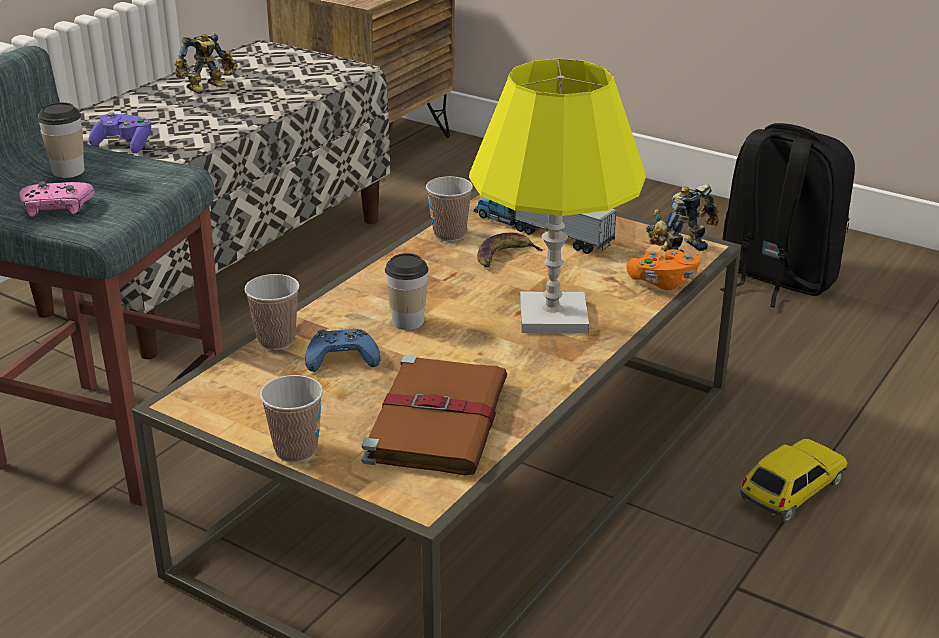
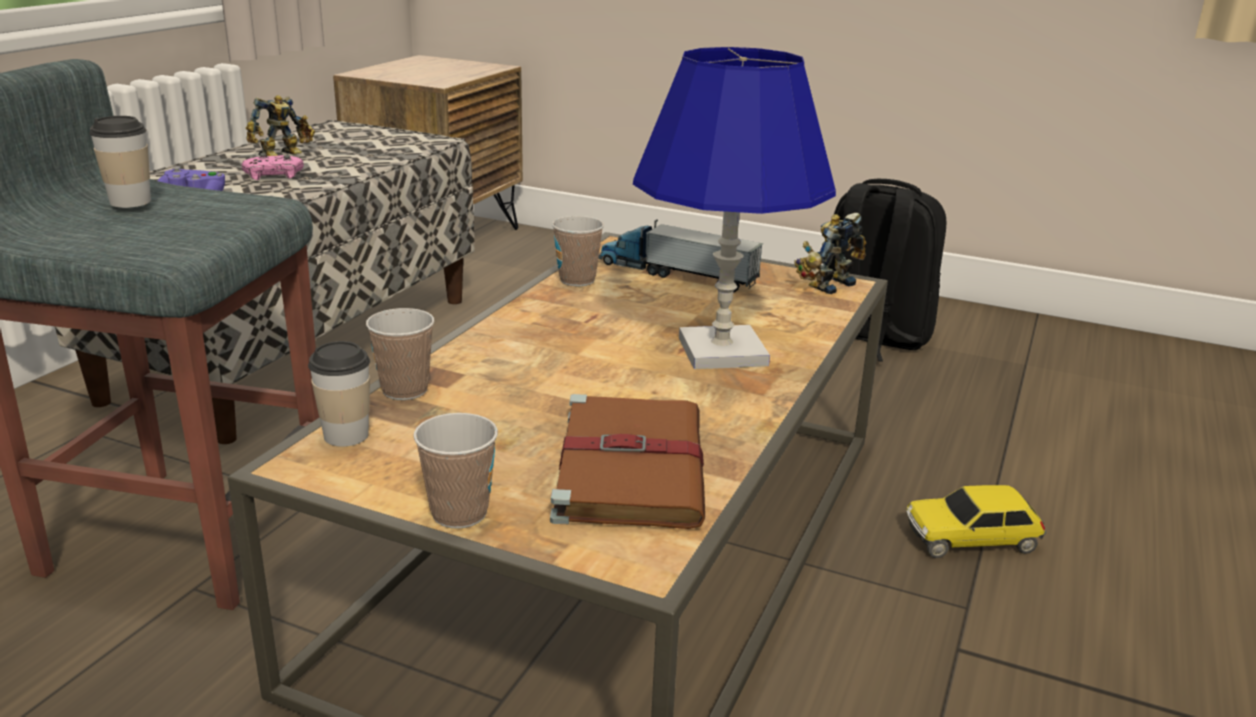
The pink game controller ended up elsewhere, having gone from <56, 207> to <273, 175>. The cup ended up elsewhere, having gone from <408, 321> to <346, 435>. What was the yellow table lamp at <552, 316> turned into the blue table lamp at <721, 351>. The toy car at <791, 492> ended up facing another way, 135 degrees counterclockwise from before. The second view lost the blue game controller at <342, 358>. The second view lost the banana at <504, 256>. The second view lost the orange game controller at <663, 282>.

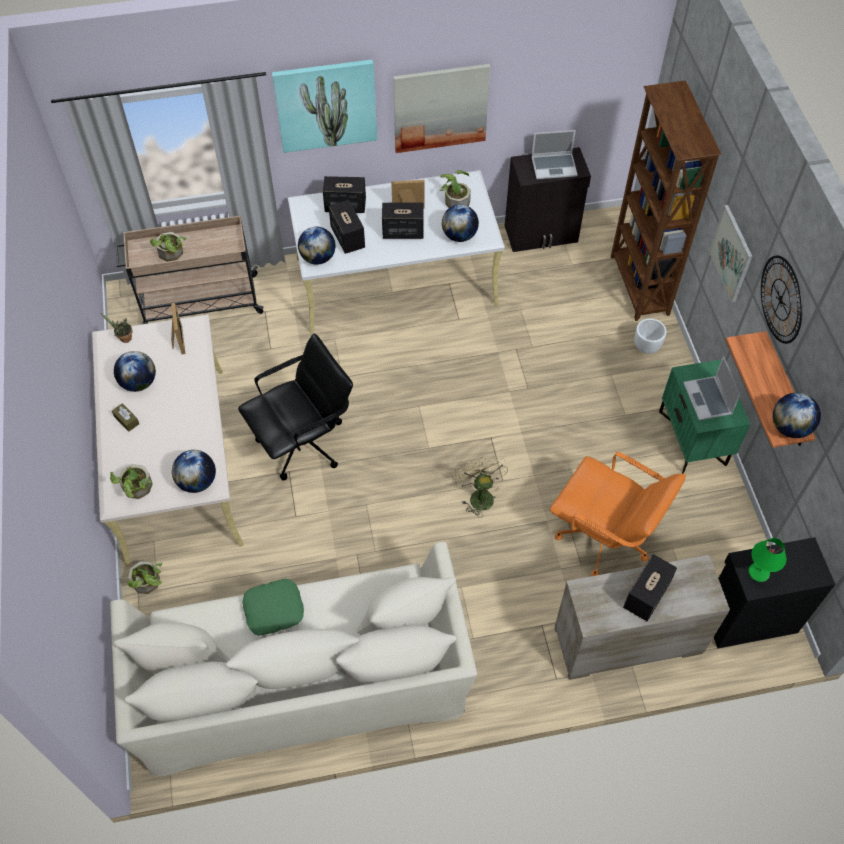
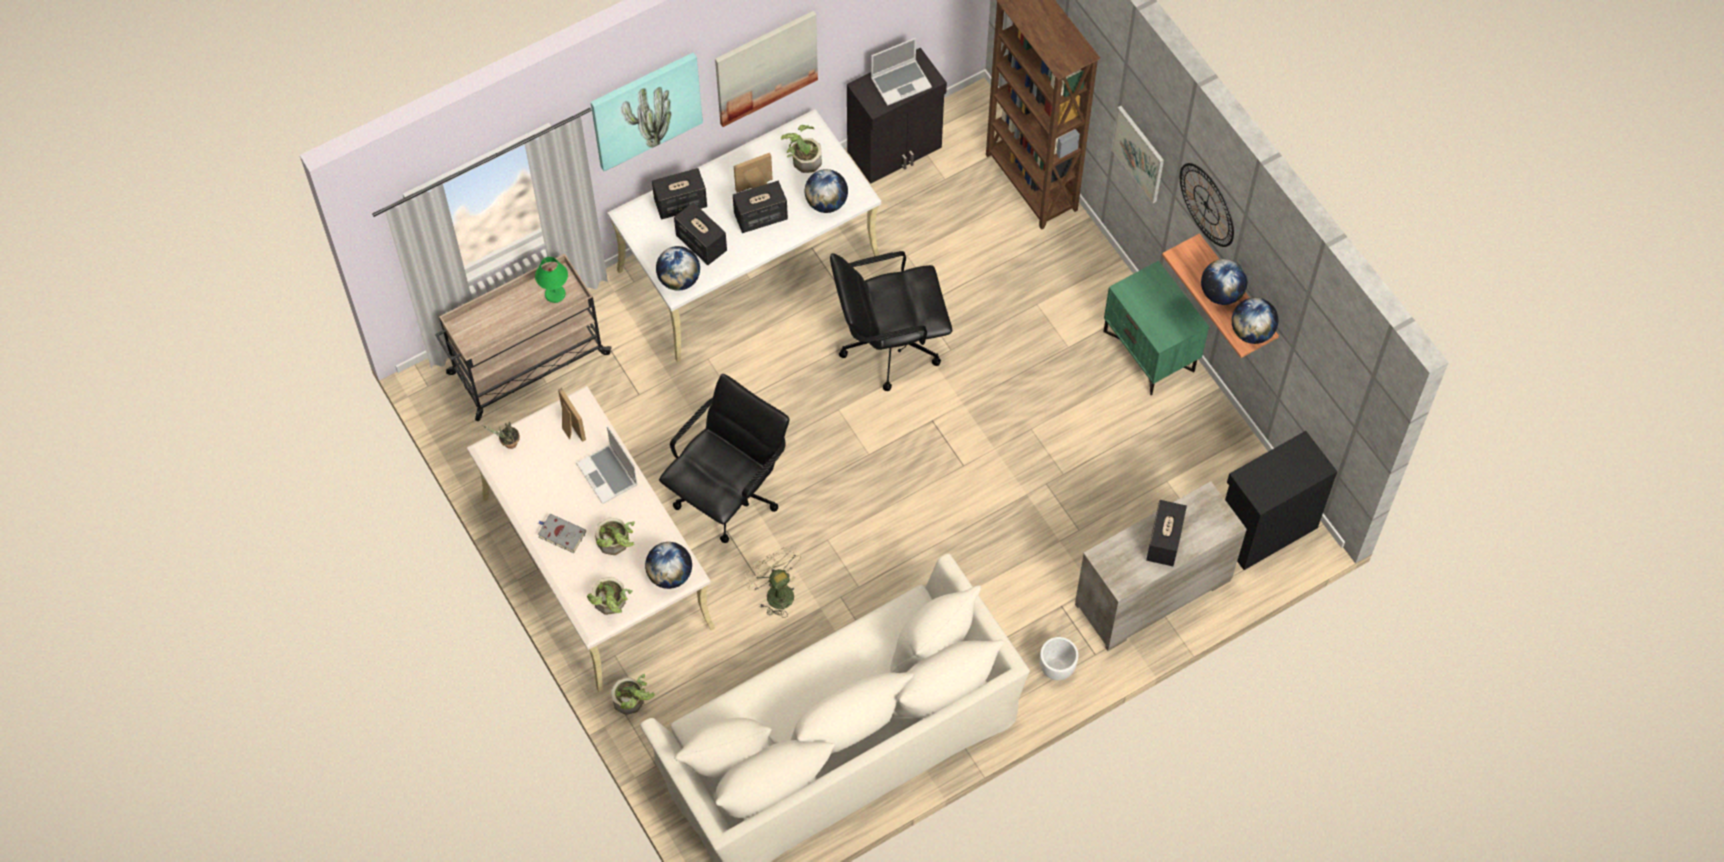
The green table lamp ended up elsewhere, having gone from <758, 573> to <555, 295>. Where the brown tissue box stood at <126, 420>, the grey book came to stand at <560, 534>. The laptop ended up elsewhere, having gone from <708, 399> to <608, 475>. The potted plant ended up elsewhere, having gone from <171, 254> to <615, 544>. The beige fan ended up elsewhere, having gone from <479, 495> to <775, 592>. The second view gained the black office chair at <889, 345>. The white planter ended up elsewhere, having gone from <646, 347> to <1057, 668>. The globe ended up elsewhere, having gone from <139, 382> to <1221, 293>. The second view lost the green pillow at <274, 610>. The second view lost the orange office chair at <604, 538>.

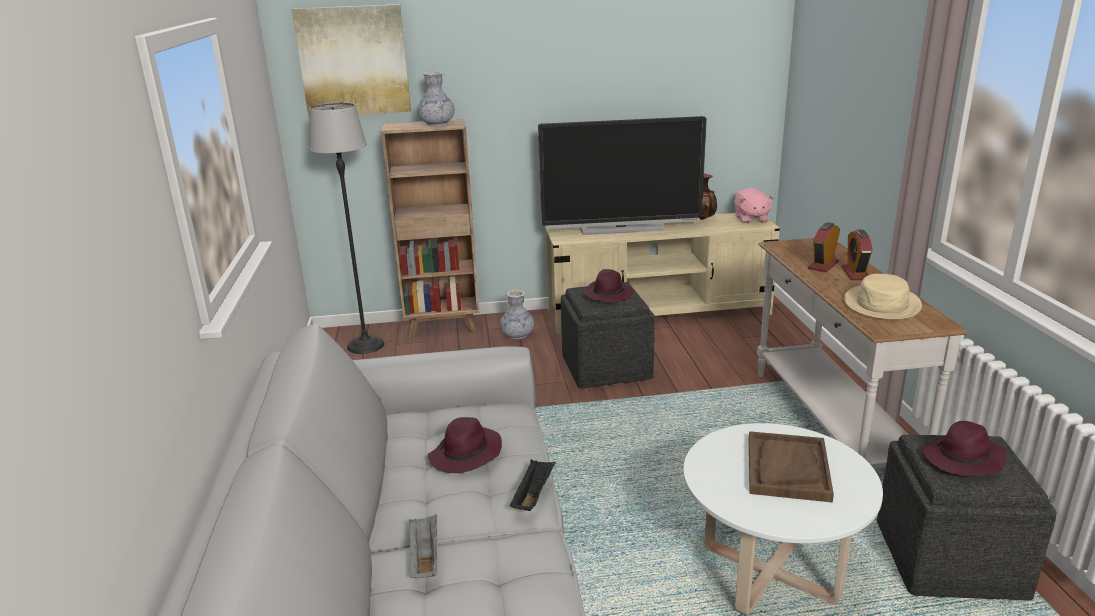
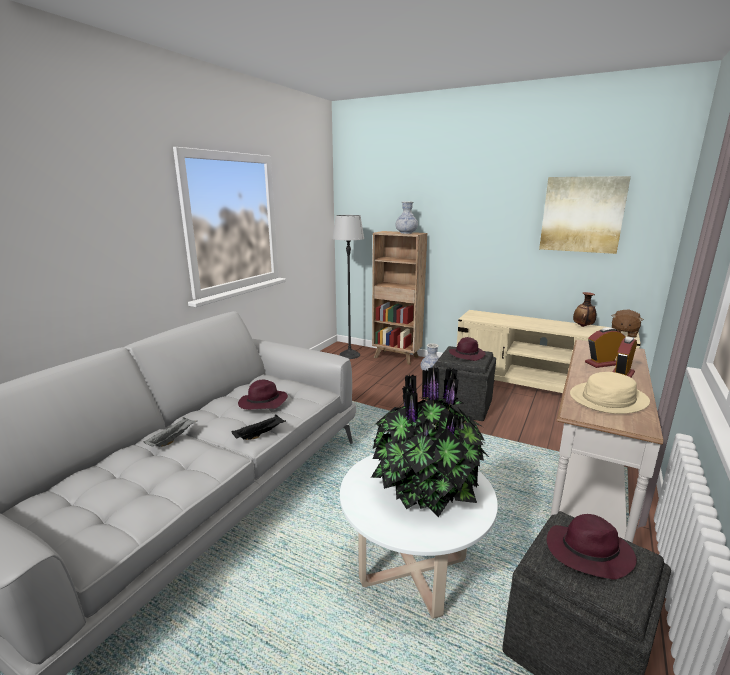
Where the brown tray stood at <787, 468>, the potted plant came to stand at <427, 489>. The picture ended up elsewhere, having gone from <353, 61> to <582, 214>. What was the pink plush toy at <751, 219> turned into the brown plush toy at <623, 333>. The second view lost the television at <621, 228>.

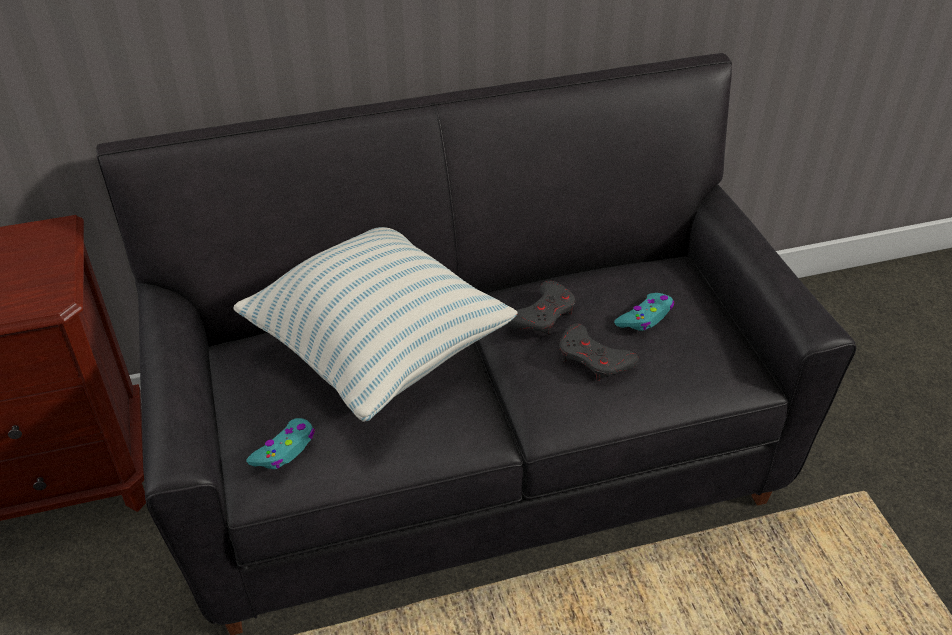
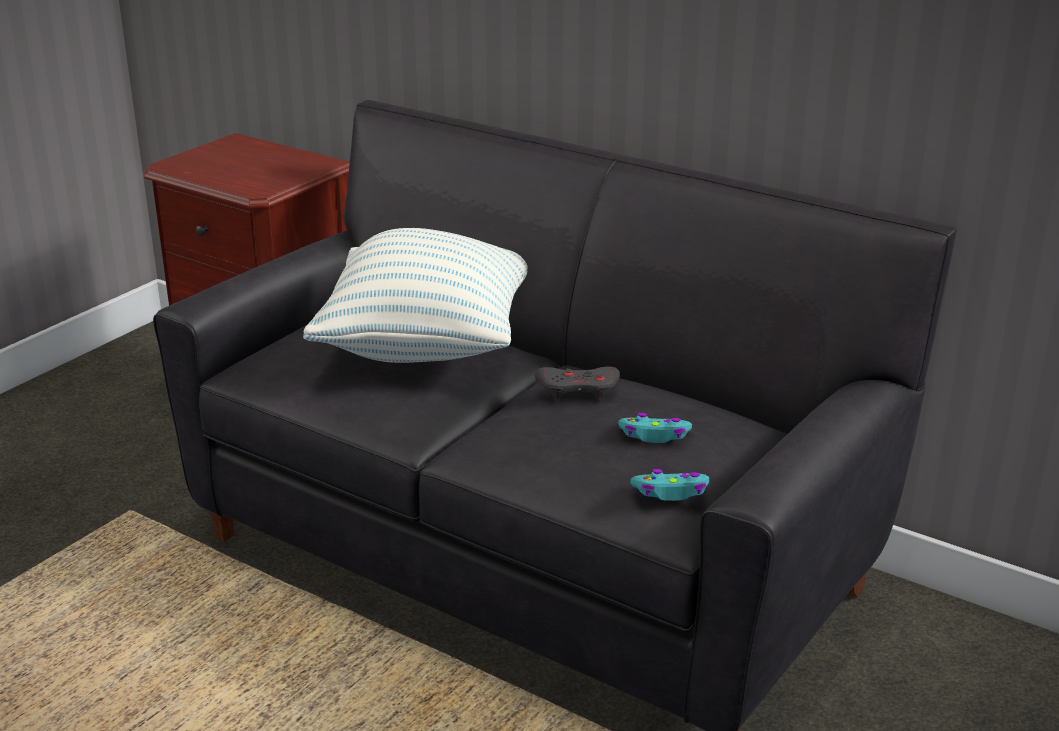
The turquoise game controller ended up elsewhere, having gone from <285, 450> to <671, 492>. The second view lost the grey game controller at <594, 358>.

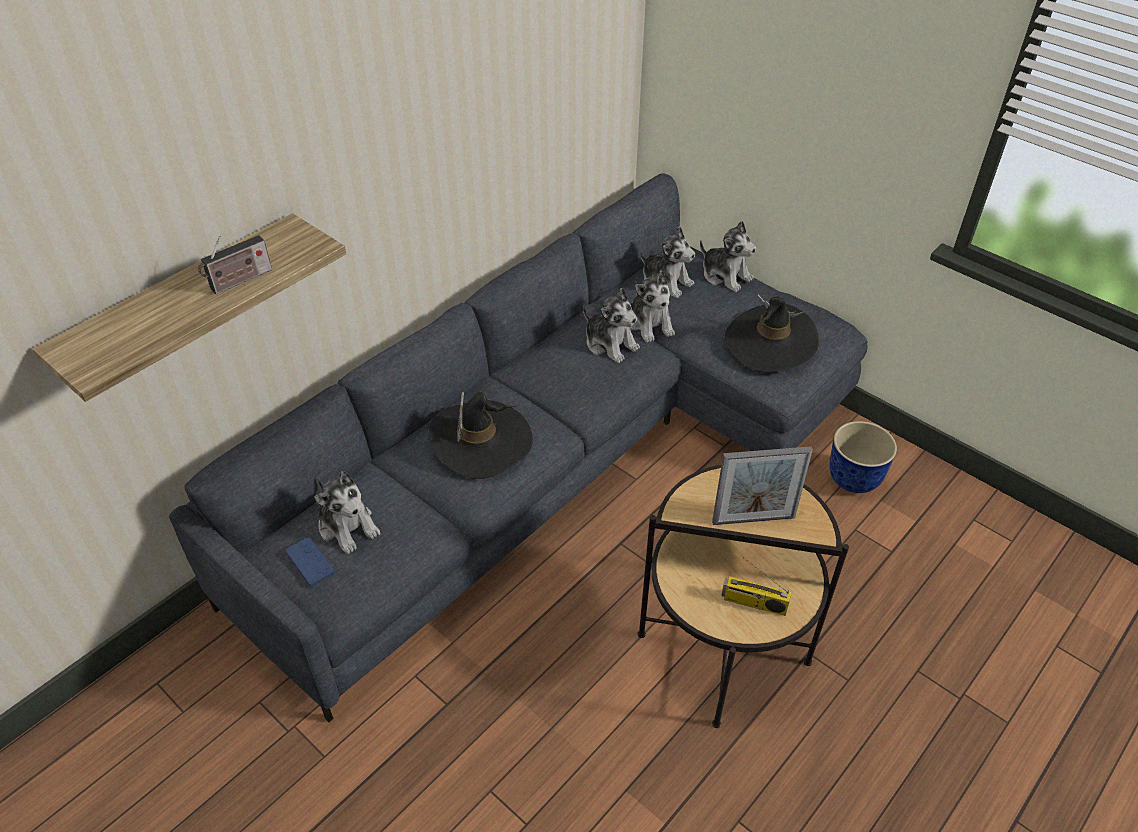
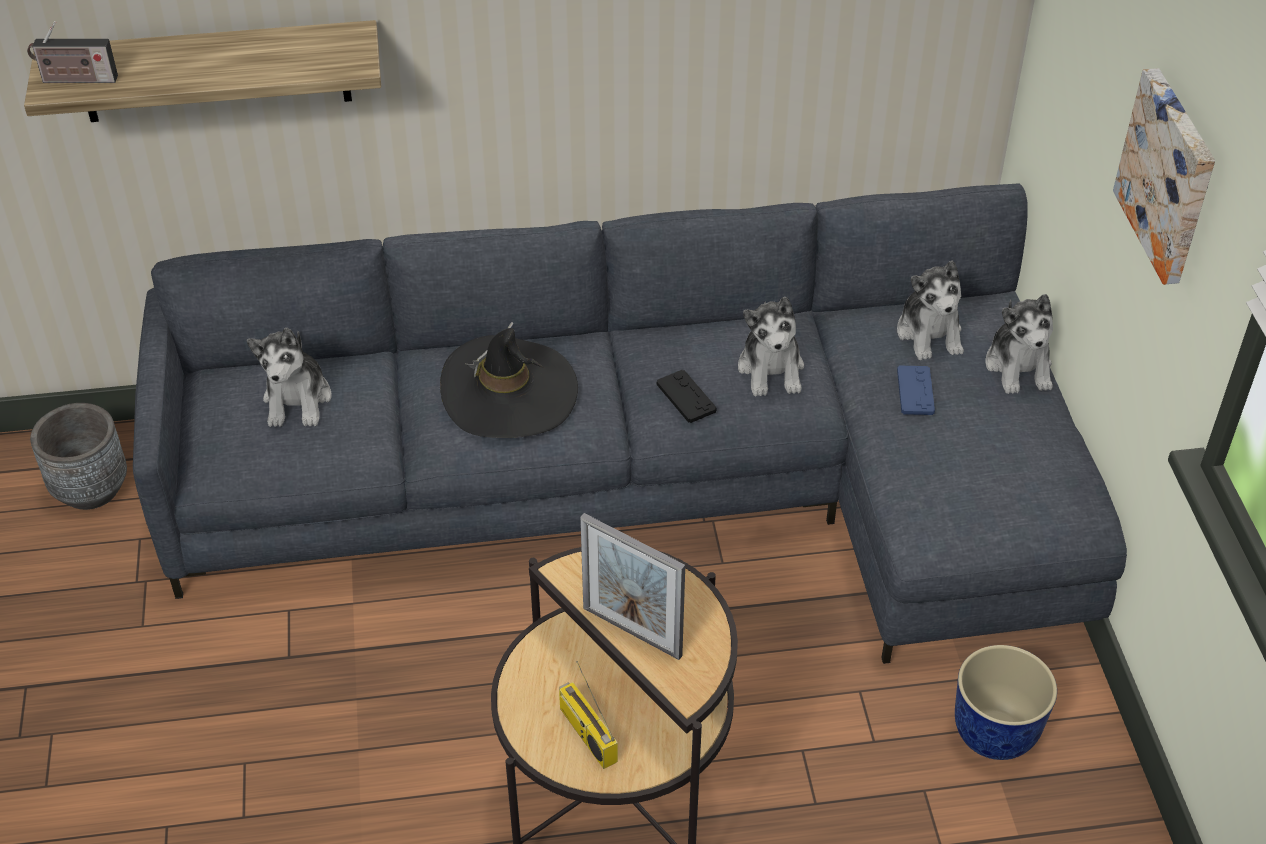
The radio ended up elsewhere, having gone from <239, 281> to <76, 80>. The second view gained the grey planter at <91, 489>. The second view gained the black game controller at <686, 397>. The blue game controller ended up elsewhere, having gone from <310, 562> to <915, 391>. The second view gained the picture at <1170, 175>. The second view lost the plush toy at <650, 324>. The second view lost the black hat at <770, 342>.

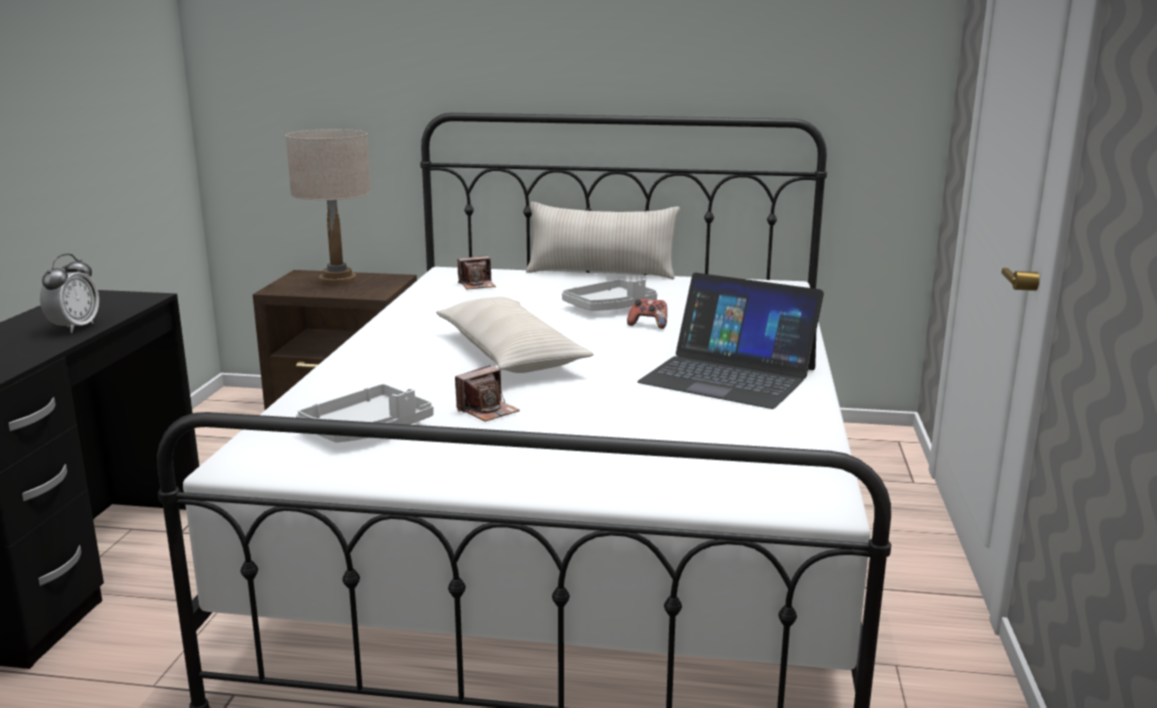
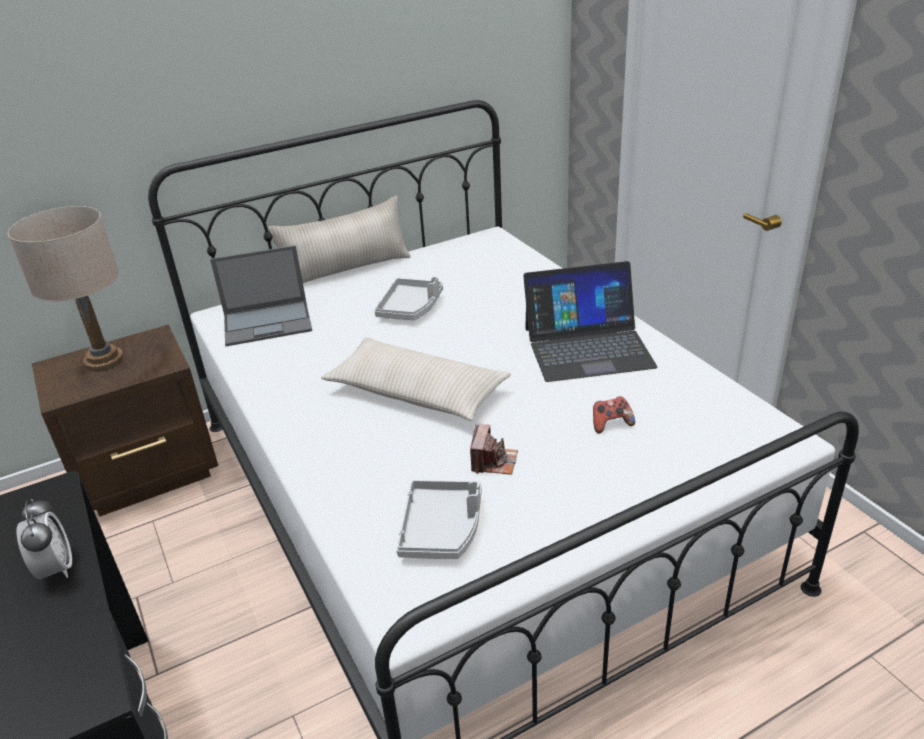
Where the photo camera stood at <477, 285>, the laptop came to stand at <268, 322>. The game controller ended up elsewhere, having gone from <648, 325> to <611, 424>.

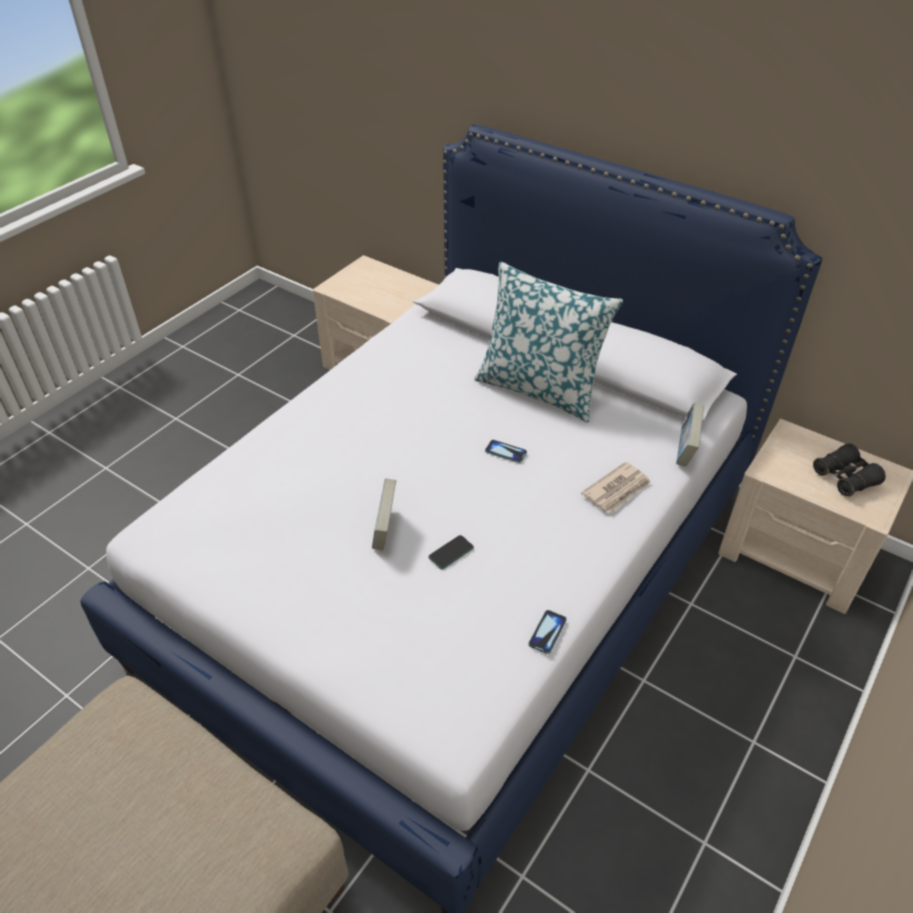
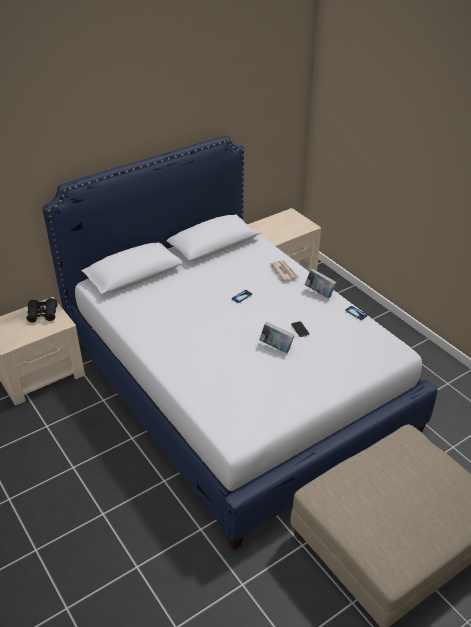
The black binoculars ended up elsewhere, having gone from <845, 477> to <42, 315>. The book ended up elsewhere, having gone from <685, 451> to <319, 293>. The second view lost the pillow at <540, 389>.

